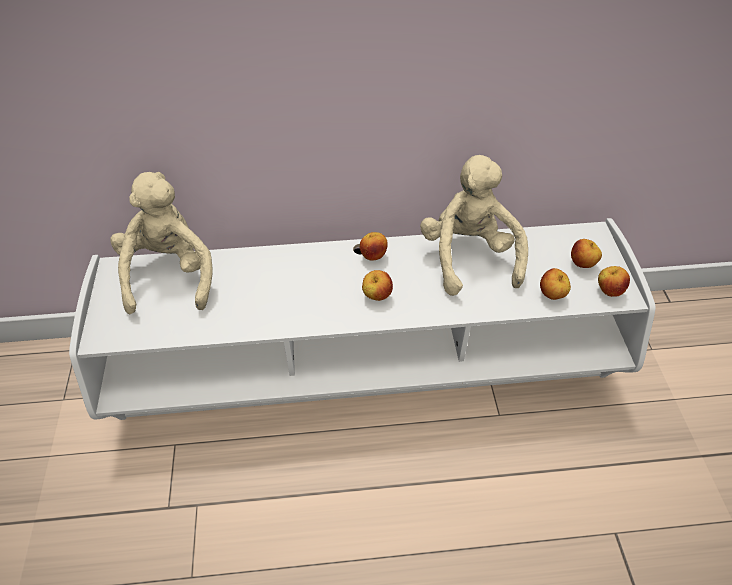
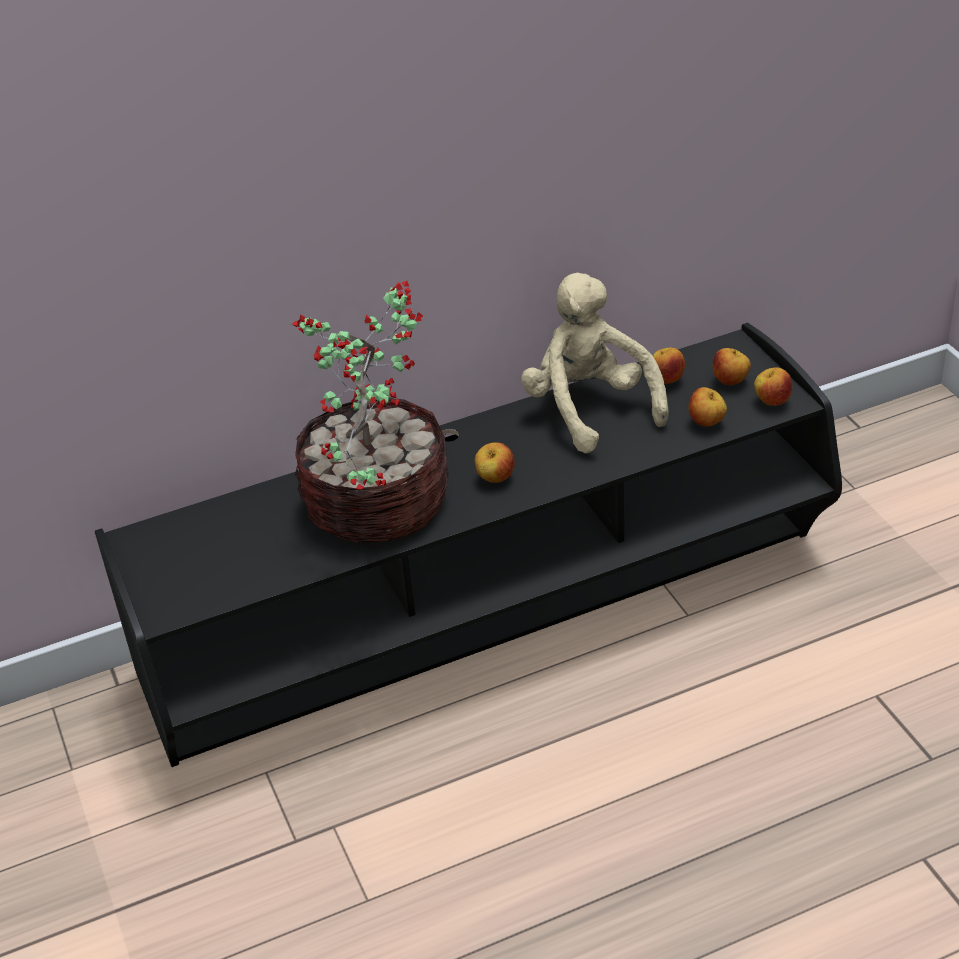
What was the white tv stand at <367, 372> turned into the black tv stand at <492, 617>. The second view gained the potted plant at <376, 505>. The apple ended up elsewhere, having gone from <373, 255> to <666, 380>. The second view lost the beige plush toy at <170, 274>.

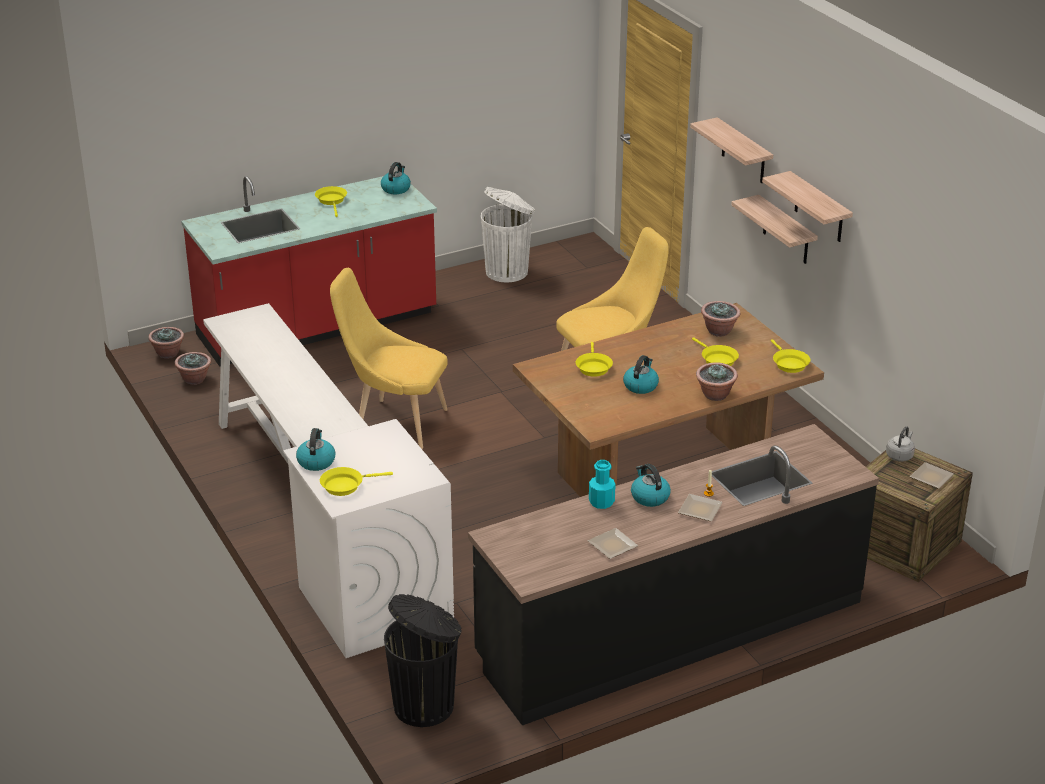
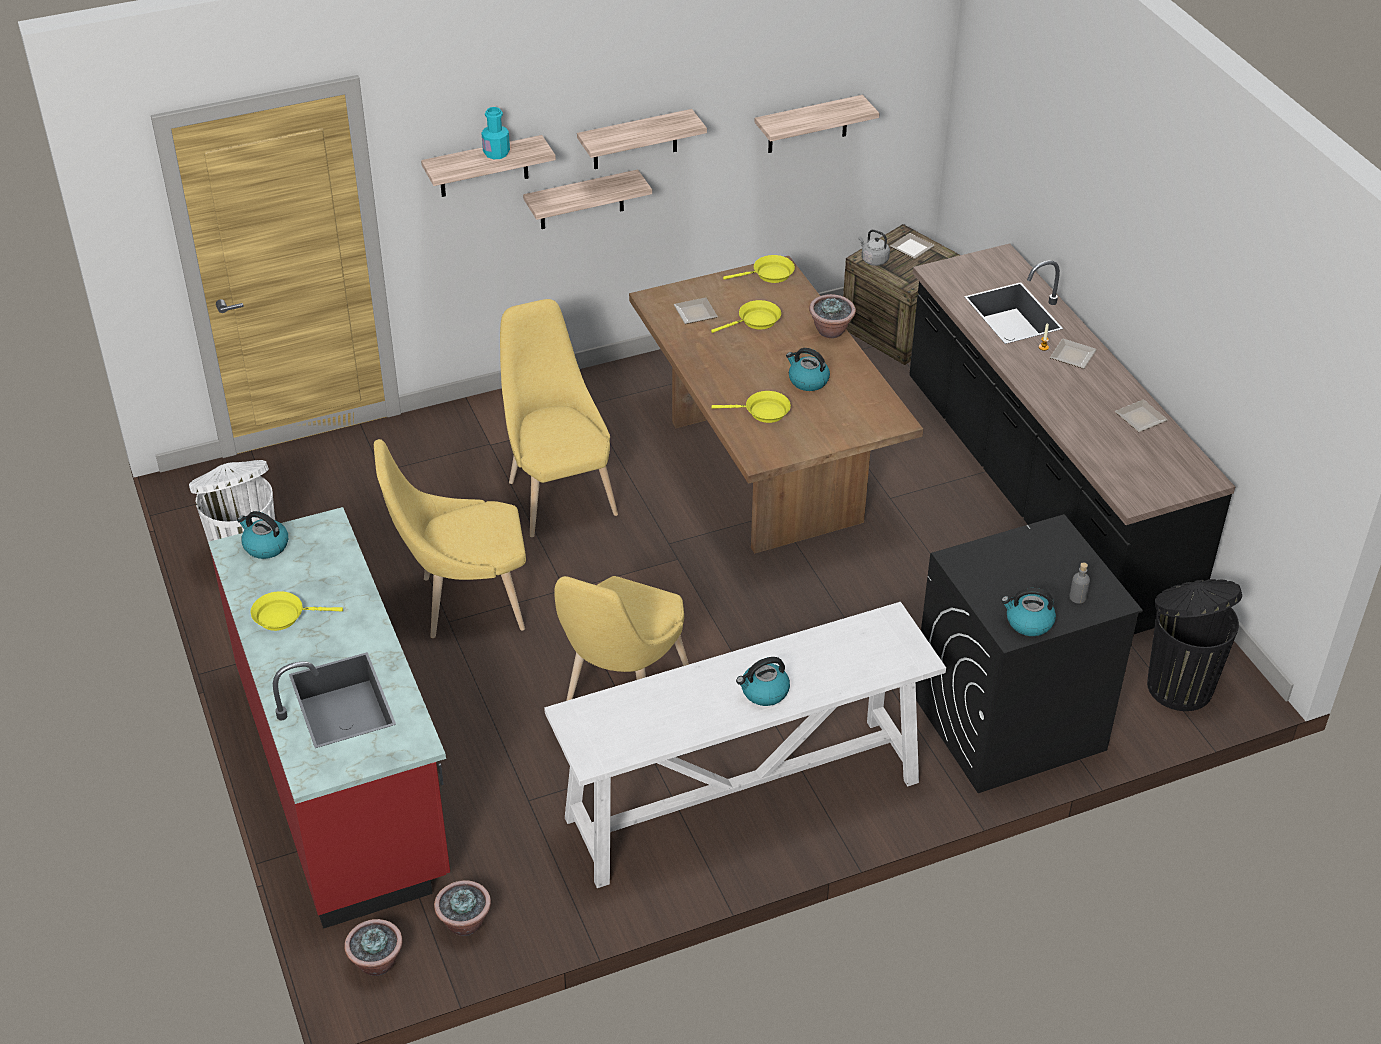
The second view gained the yellow chair at <464, 603>. The turquoise bottle ended up elsewhere, having gone from <601, 502> to <496, 153>. Where the potted plant stood at <719, 331>, the plate came to stand at <693, 312>. The kettle ended up elsewhere, having gone from <649, 497> to <764, 692>. The second view gained the shelf at <808, 125>. What was the white washing machine at <374, 604> turned into the black washing machine at <1007, 723>. Where the yellow frying pan stood at <345, 485>, the grey bottle came to stand at <1077, 597>.

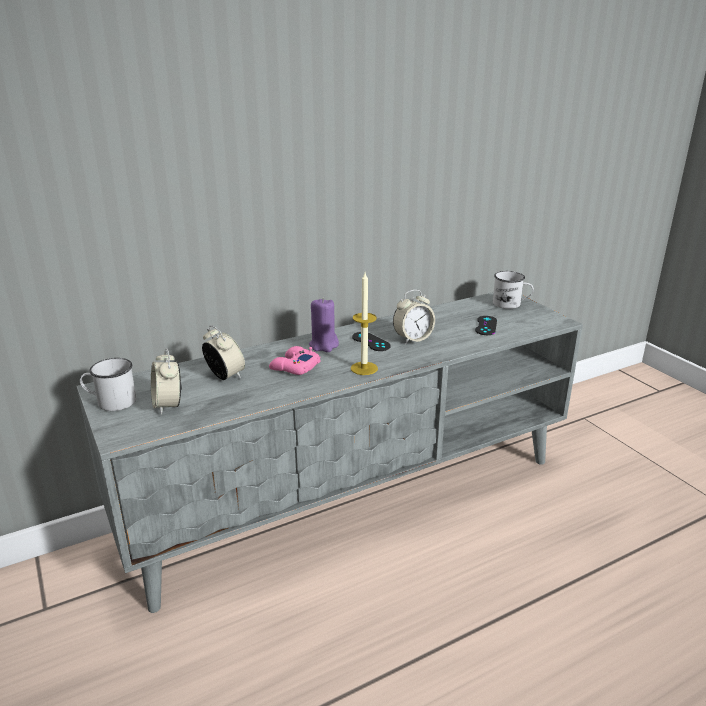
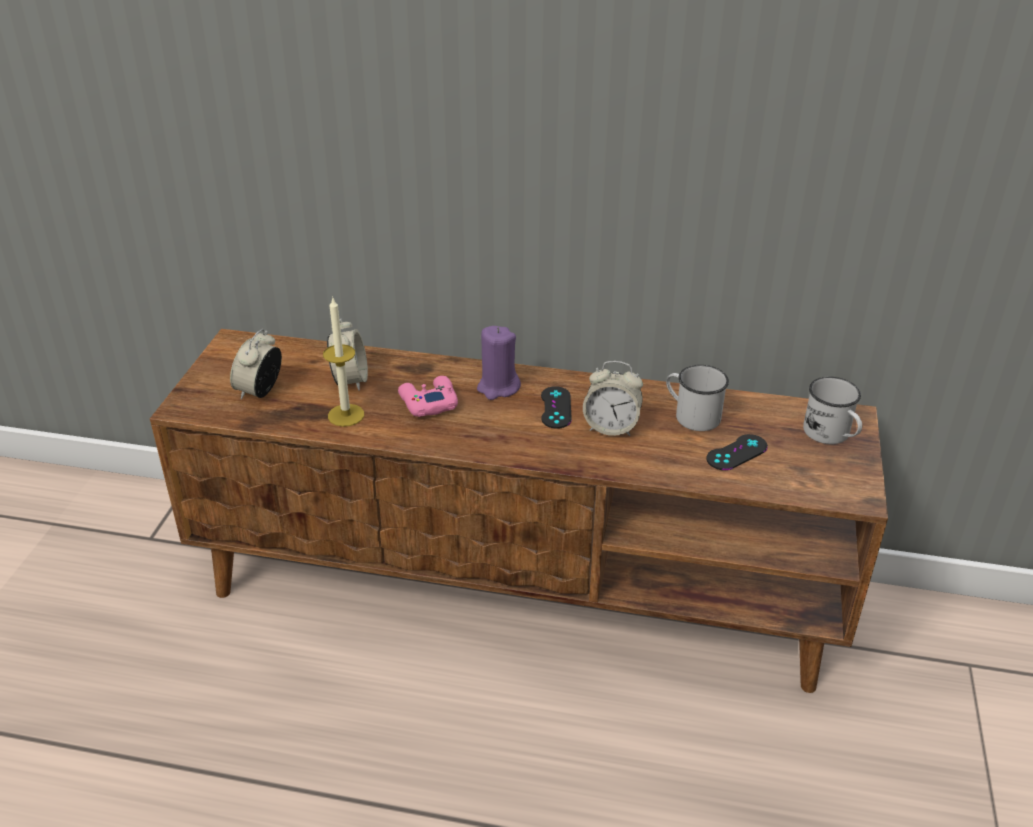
What was the grey tv stand at <353, 497> turned into the brown tv stand at <518, 591>. The candle ended up elsewhere, having gone from <364, 368> to <346, 415>. The white mug ended up elsewhere, having gone from <111, 402> to <691, 415>.

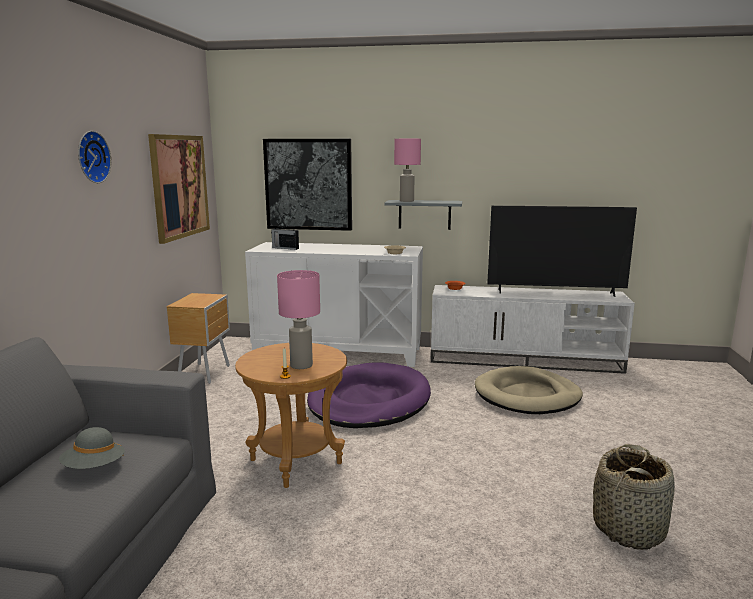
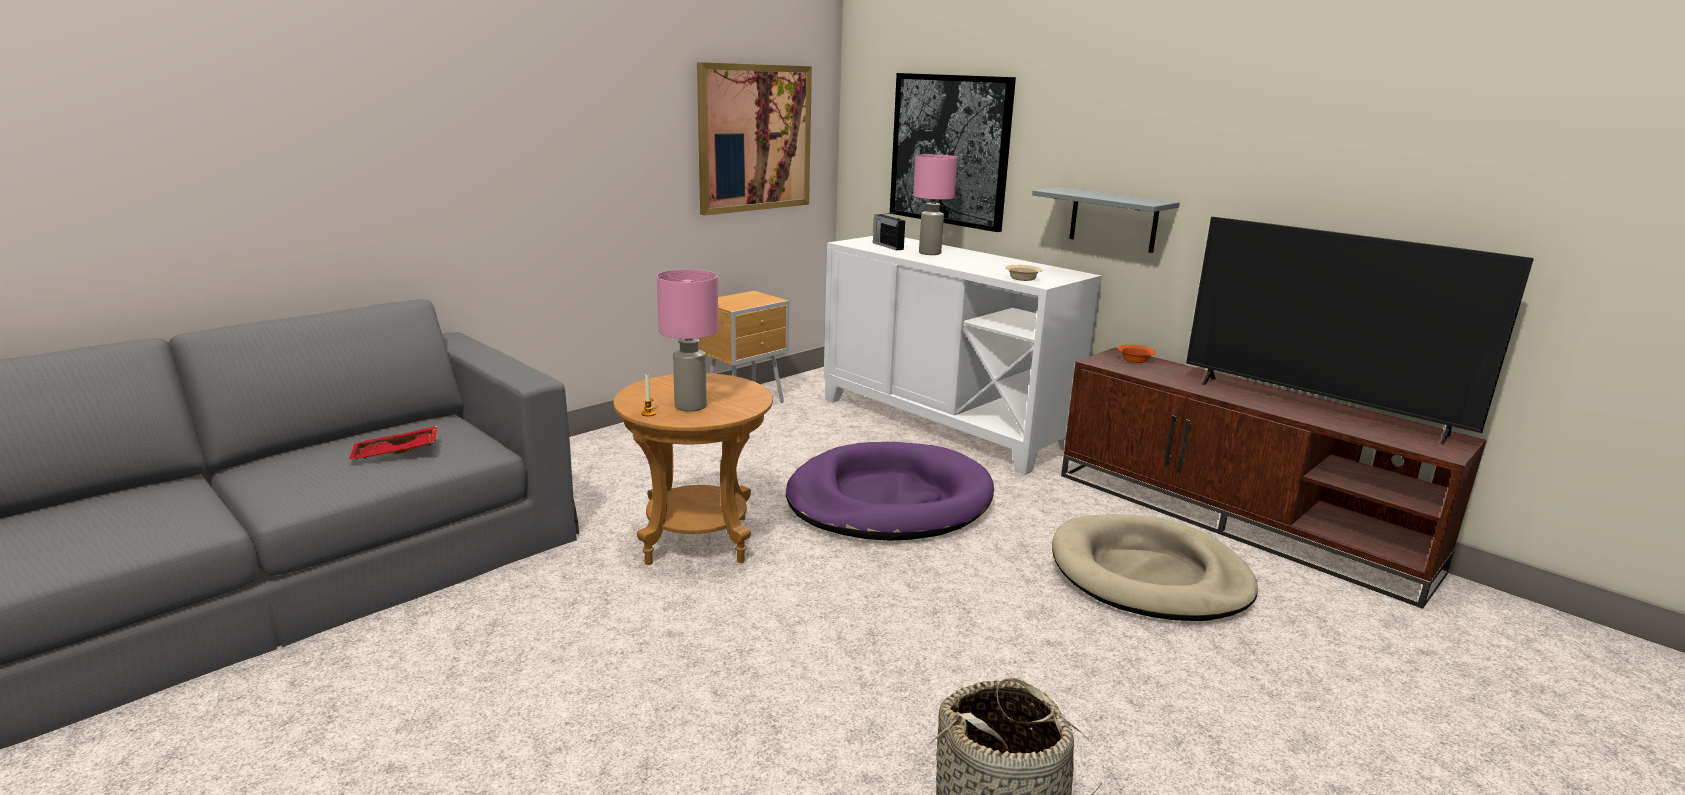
Where the grey hat stood at <94, 468>, the red tray came to stand at <395, 454>. The pink table lamp ended up elsewhere, having gone from <406, 201> to <929, 253>. What was the white tv stand at <525, 359> turned into the brown tv stand at <1238, 520>. The second view lost the wall clock at <91, 157>.

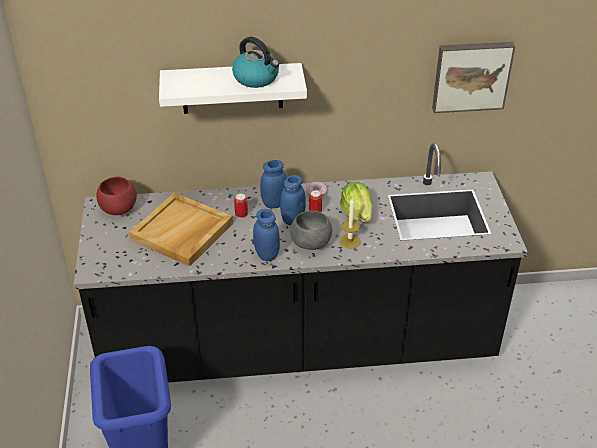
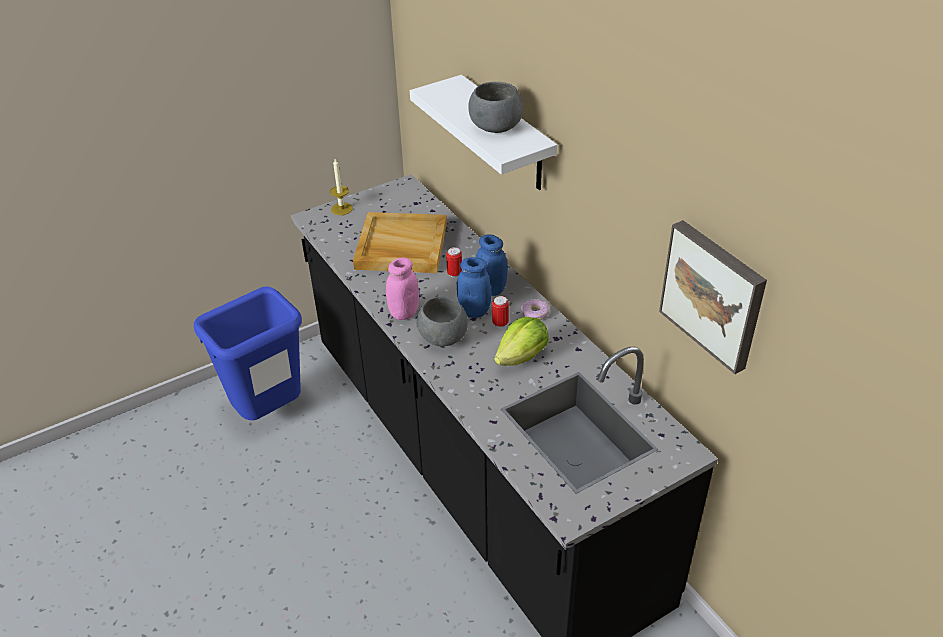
The candle ended up elsewhere, having gone from <350, 241> to <341, 209>. What was the blue jar at <267, 254> turned into the pink jar at <404, 313>. Where the kettle stood at <257, 78>, the grey bowl came to stand at <495, 127>. The second view lost the red bowl at <119, 209>.

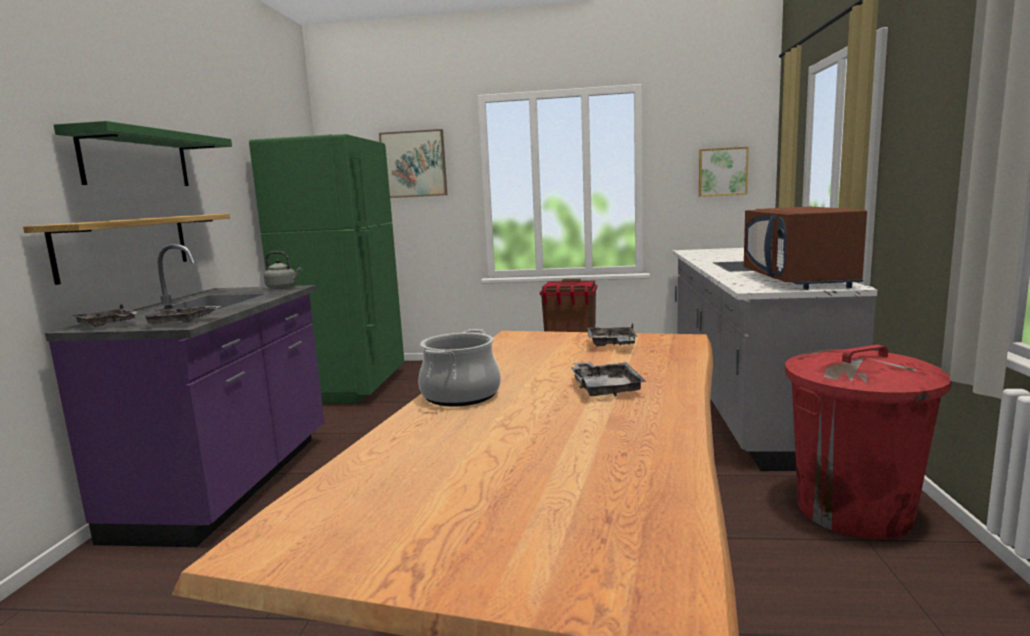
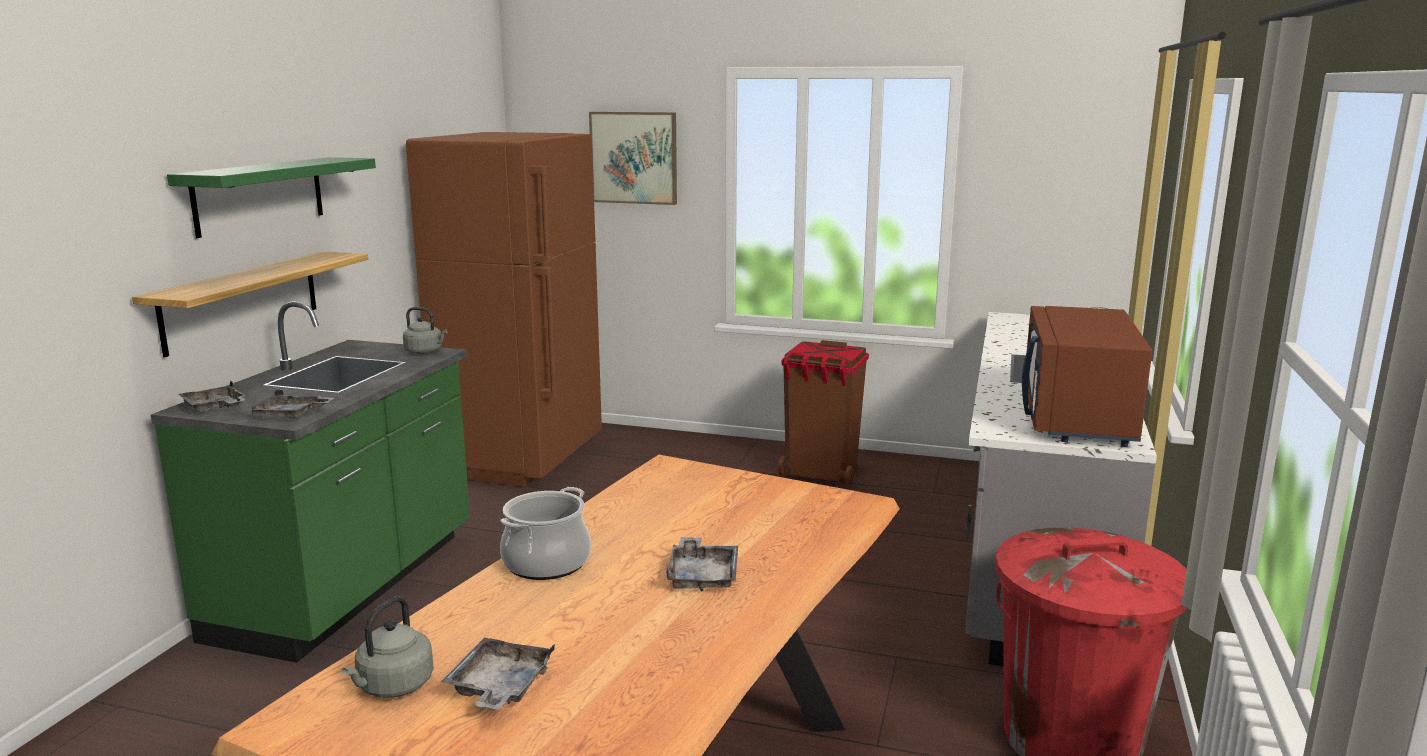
What was the purple counter at <231, 484> turned into the green counter at <349, 586>. The second view gained the grey kettle at <393, 687>. What was the green fridge at <349, 387> turned into the brown fridge at <523, 459>. The grey tray ended up elsewhere, having gone from <612, 344> to <499, 687>. The second view lost the picture at <722, 172>.

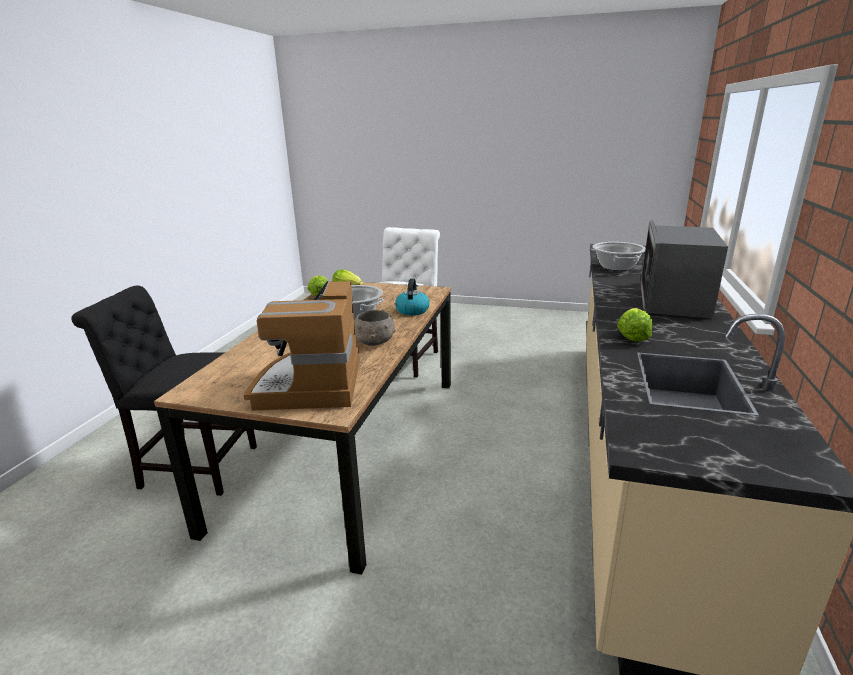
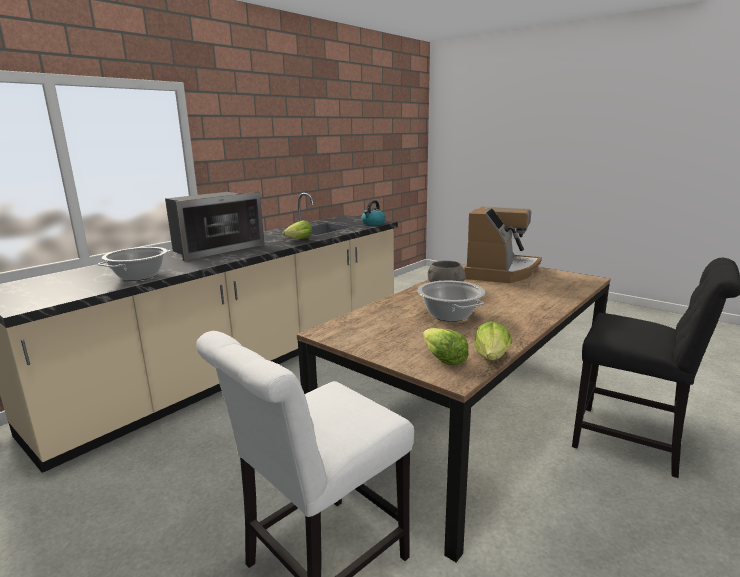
The kettle ended up elsewhere, having gone from <412, 310> to <373, 223>.

